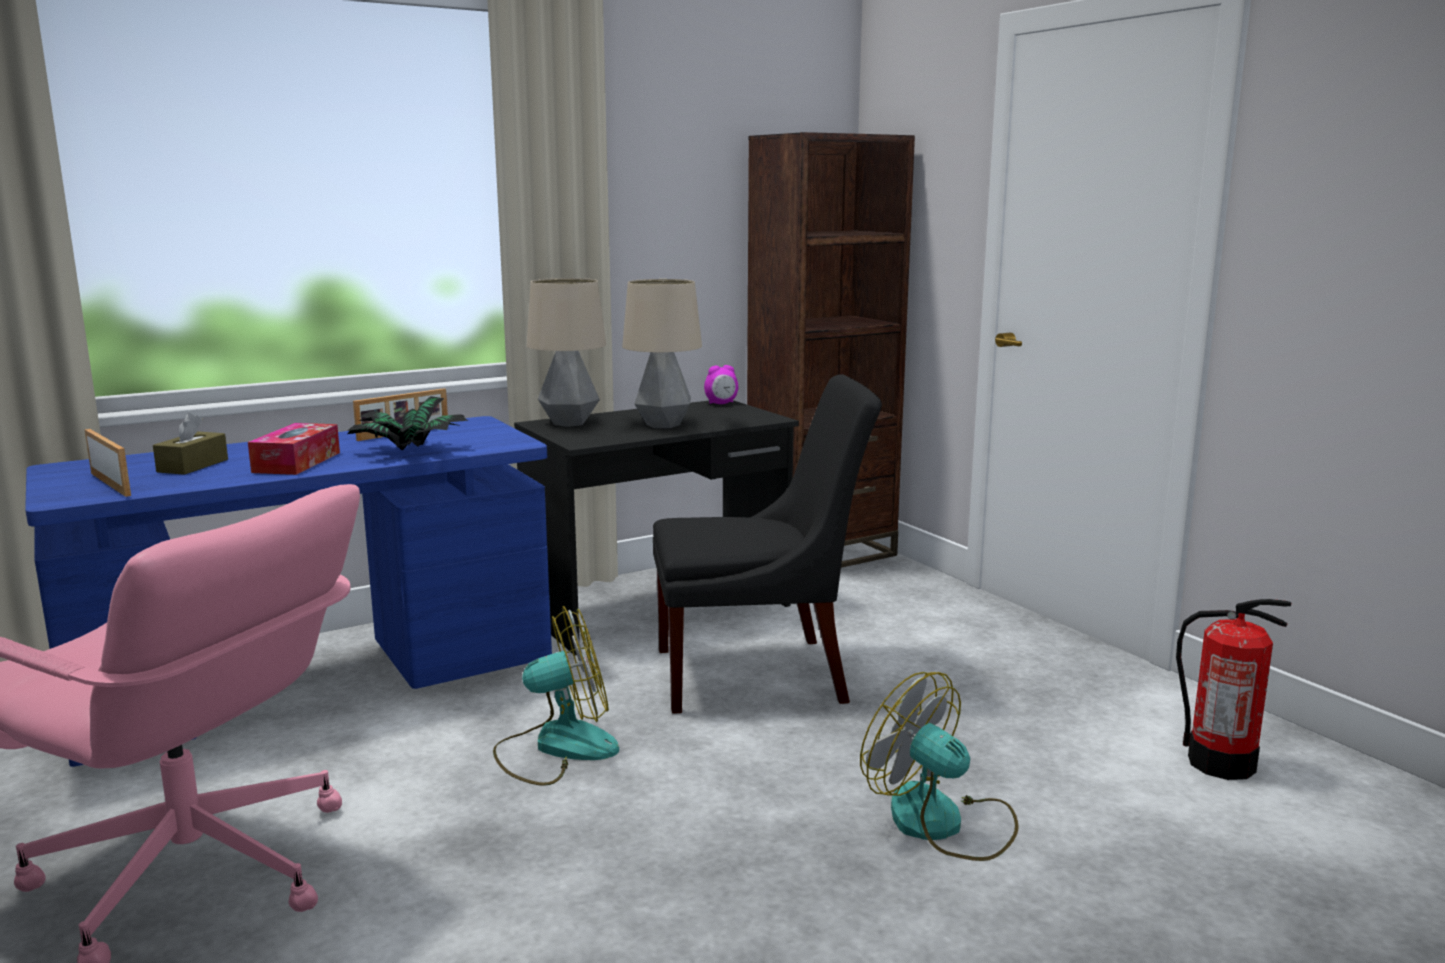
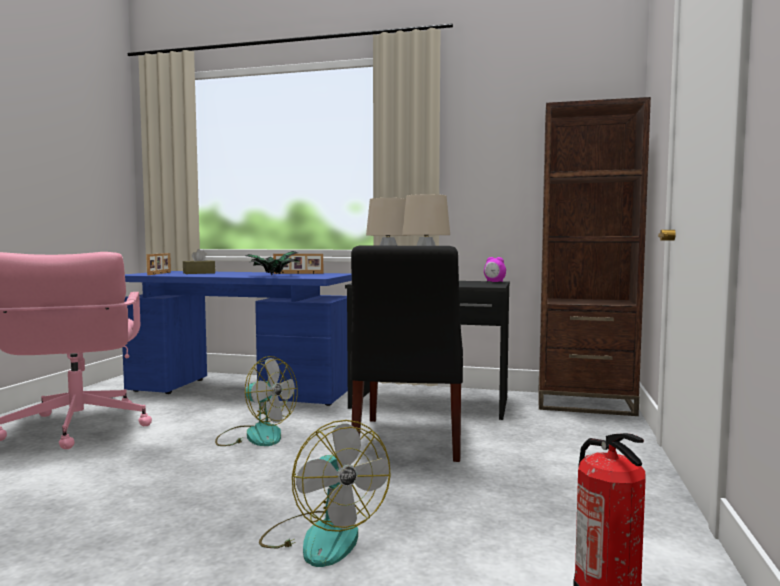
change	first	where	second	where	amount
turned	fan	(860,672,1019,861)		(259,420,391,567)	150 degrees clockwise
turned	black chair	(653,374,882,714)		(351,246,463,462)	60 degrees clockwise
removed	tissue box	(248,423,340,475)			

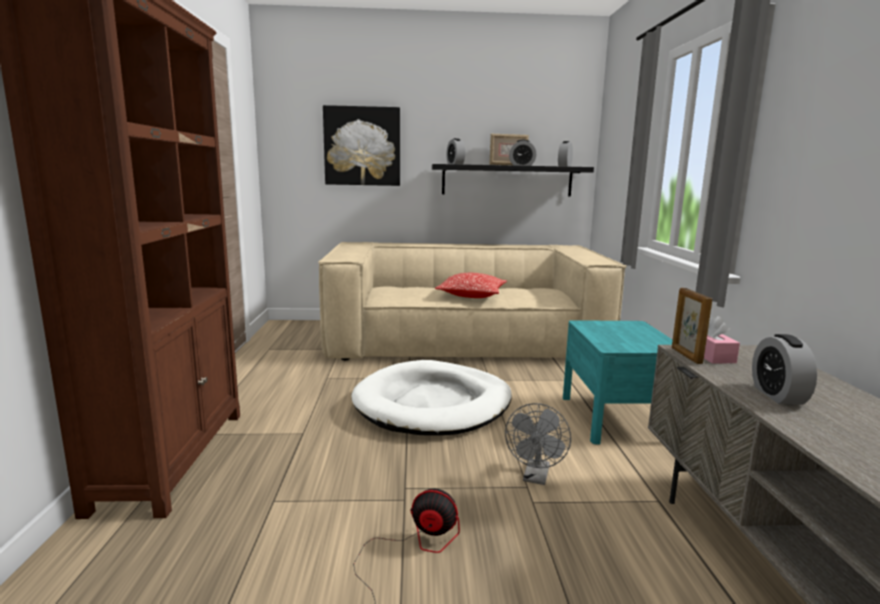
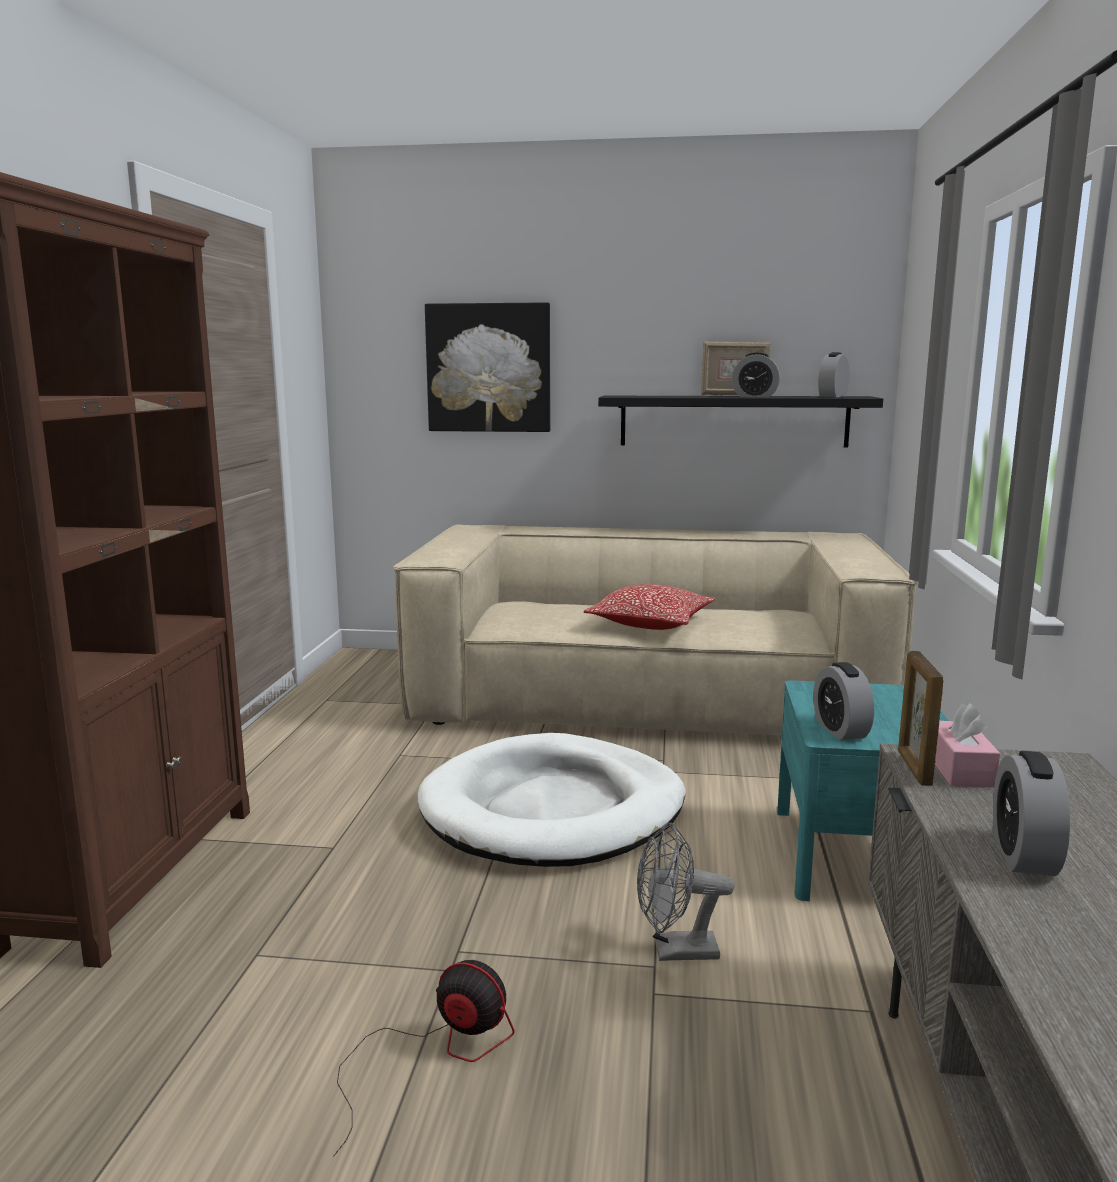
change	first	where	second	where	amount
turned	grey fan	(505,403,571,485)		(637,823,734,961)	60 degrees clockwise
moved	alarm clock	(446,138,465,164)		(813,662,874,740)	

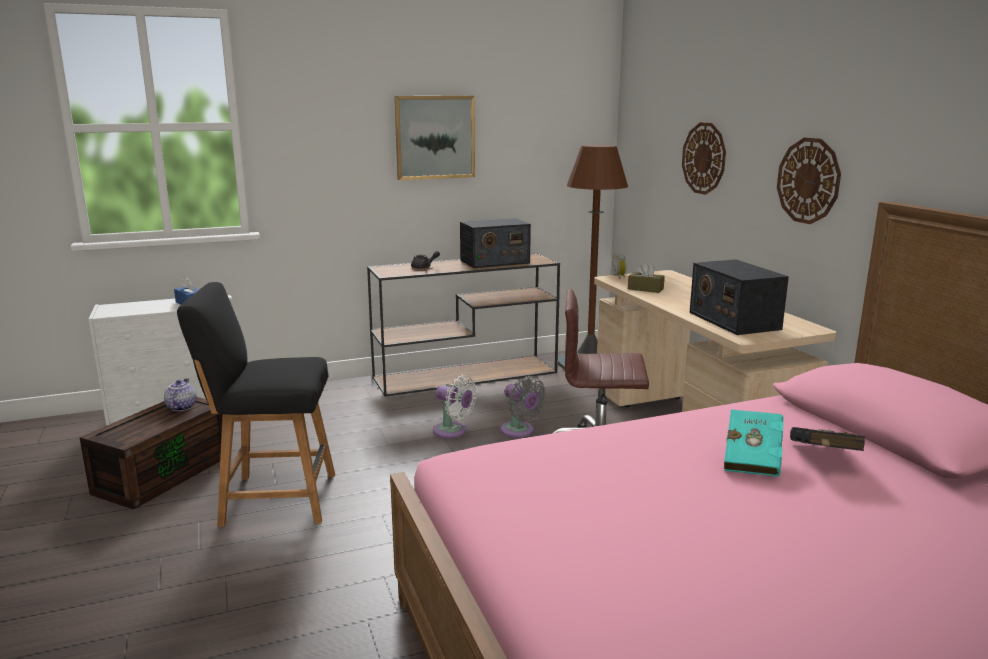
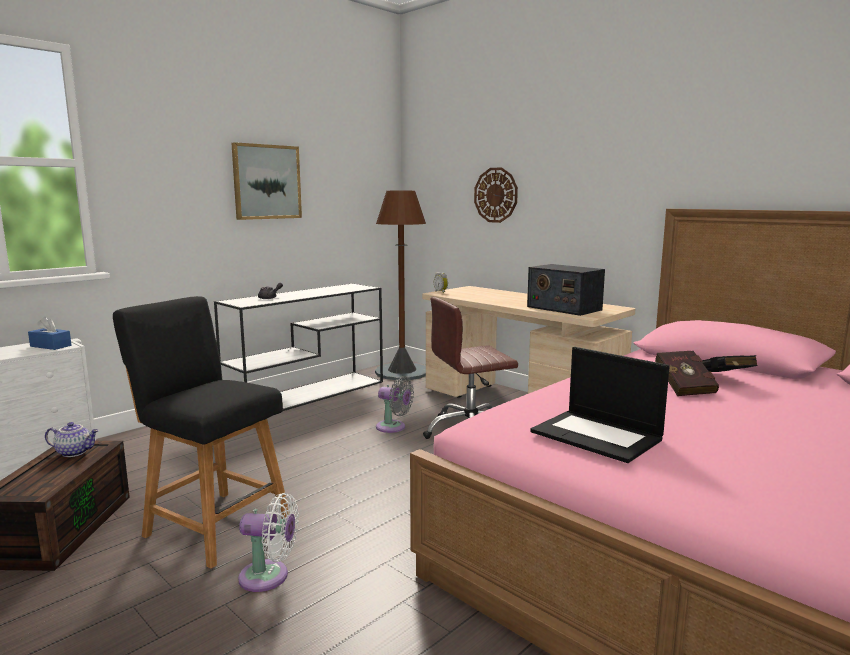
change	first	where	second	where	amount
turned	teapot	(164,379,197,411)		(45,422,99,457)	120 degrees clockwise
turned	black chair	(177,282,335,527)		(113,296,290,569)	60 degrees clockwise
recoloured	brown console table	(367,253,560,397)	white console table	(214,283,383,411)	
moved	white fan	(433,375,477,438)		(238,493,299,592)	
added			laptop	(530,347,670,463)	
recoloured	turquoise book	(724,409,784,477)	red book	(655,351,719,396)	
removed	radio	(460,218,531,268)			
removed	brown tissue box	(628,262,665,293)			
removed	wall clock	(777,138,841,224)			

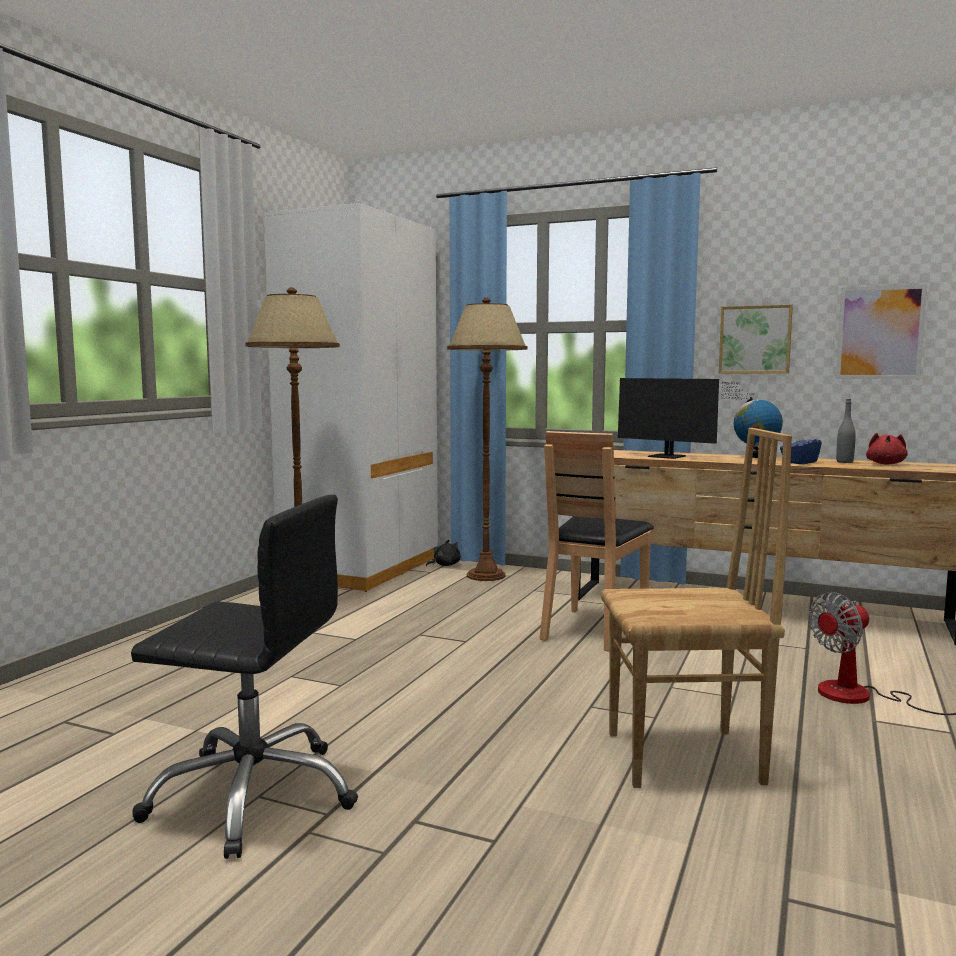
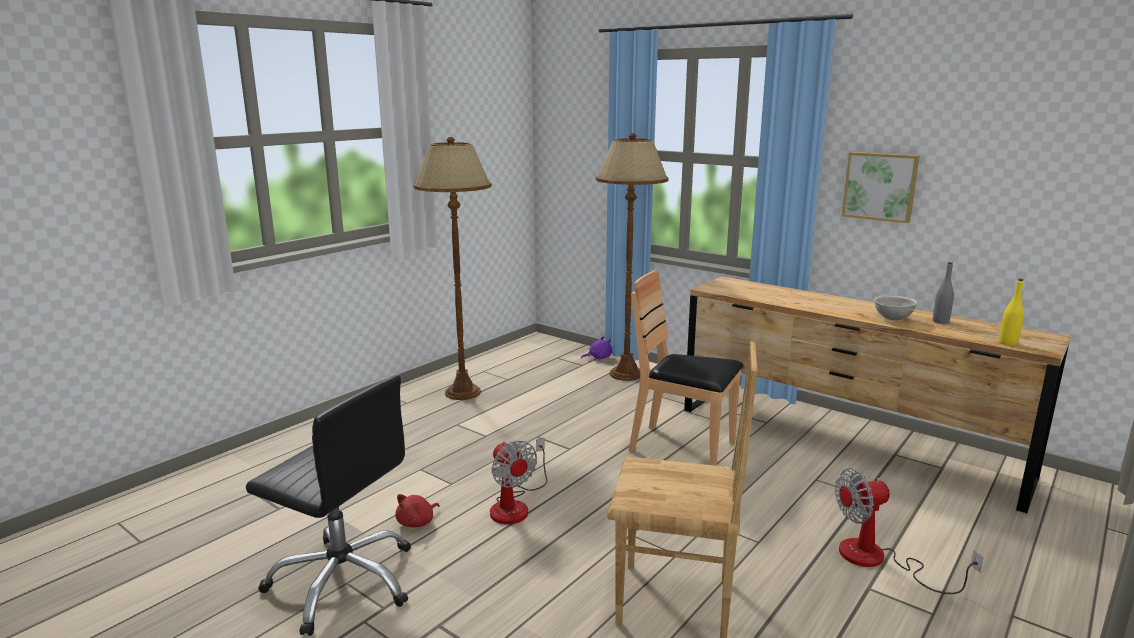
change	first	where	second	where	amount
moved	red plush toy	(866,433,908,465)		(395,494,439,527)	
added			fan	(490,438,547,524)	
recoloured	black plush toy	(426,540,460,566)	purple plush toy	(581,336,612,359)	
turned	brown chair	(539,431,654,651)		(629,270,743,466)	75 degrees clockwise
replaced	blue tissue box	(780,431,822,464)	grey bowl	(874,296,917,320)	
added			yellow bottle	(999,279,1024,346)	
removed	white wardrobe	(264,203,438,592)			
removed	monitor	(617,378,754,459)			
removed	globe	(734,397,783,458)			
removed	picture	(836,284,927,379)			

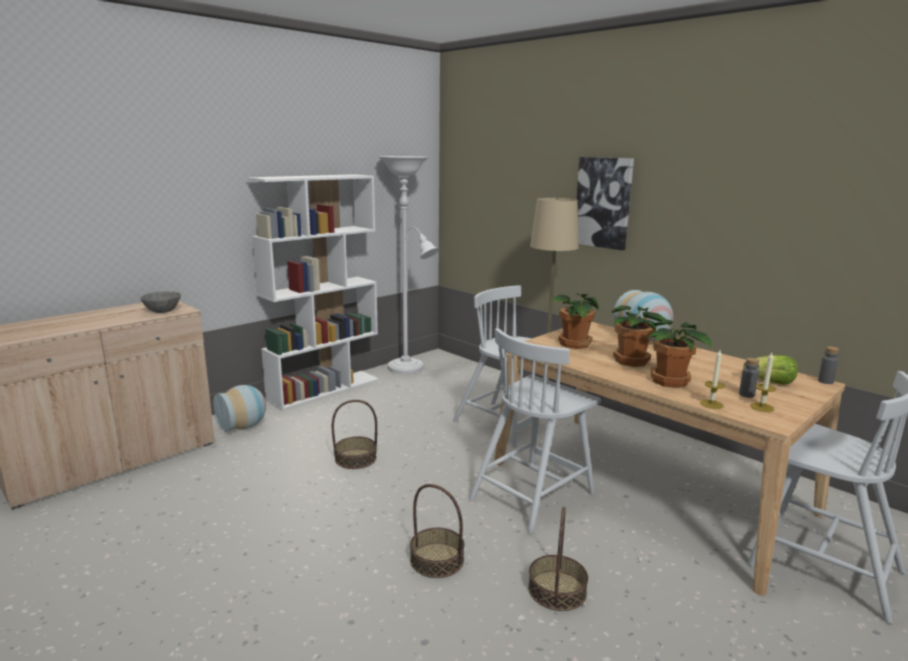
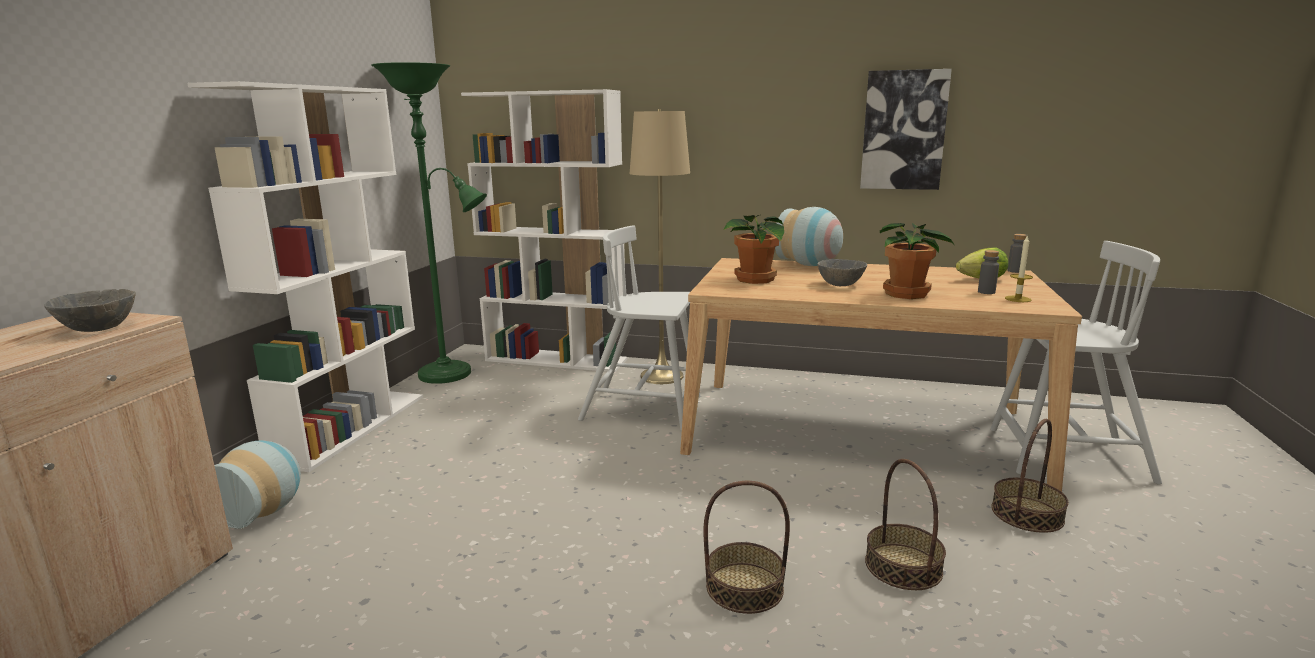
change	first	where	second	where	amount
recoloured	white floor lamp	(378,156,439,374)	green floor lamp	(372,62,487,384)	
added			white bookcase	(461,89,627,372)	
replaced	potted plant	(612,306,670,367)	grey bowl	(817,259,867,286)	
moved	picture	(576,157,634,250)		(860,69,952,190)	
moved	basket	(332,400,377,469)		(992,419,1069,533)	
removed	white chair	(469,328,601,534)			
removed	candle	(700,350,725,409)			

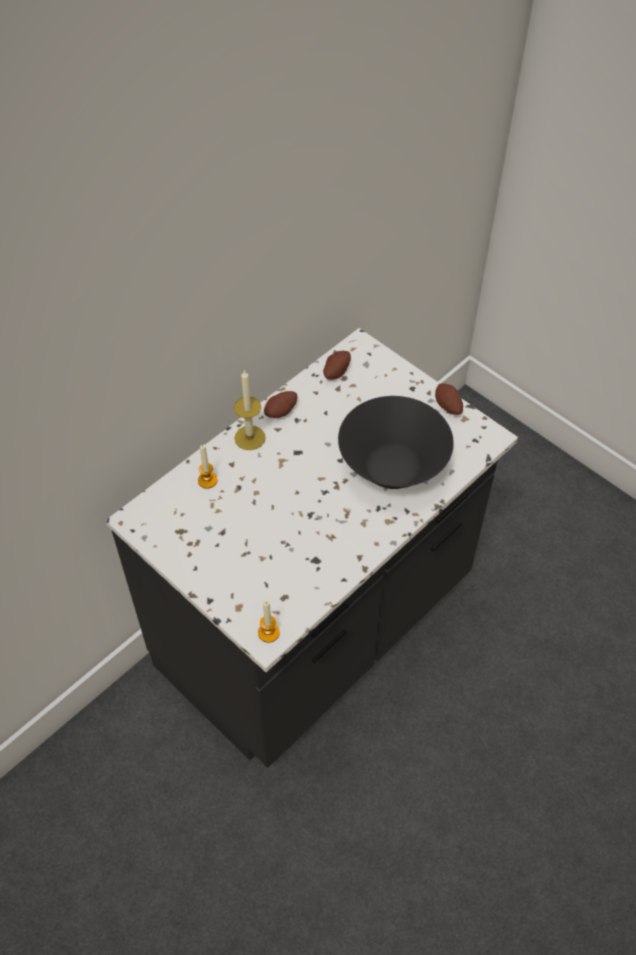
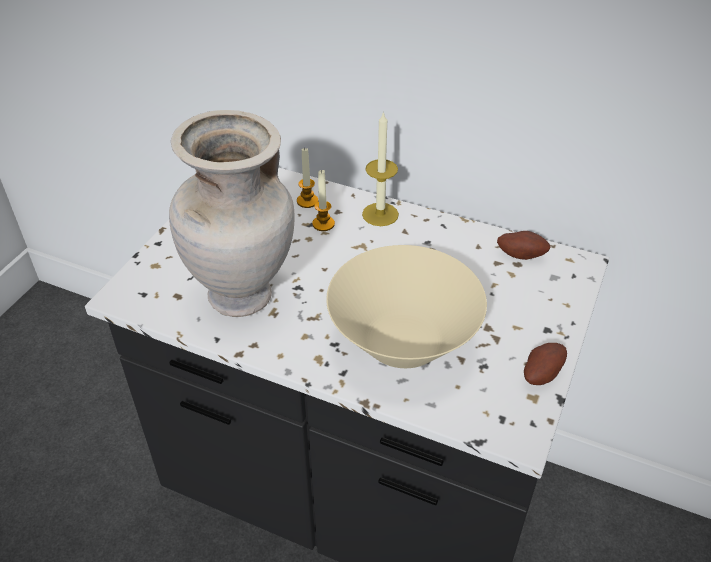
change	first	where	second	where	amount
added			beige vase	(169,110,295,317)	
moved	candle	(258,600,280,643)		(312,169,335,231)	
recoloured	black bowl	(338,396,454,489)	beige bowl	(326,245,487,368)	
removed	potato	(264,391,297,418)			

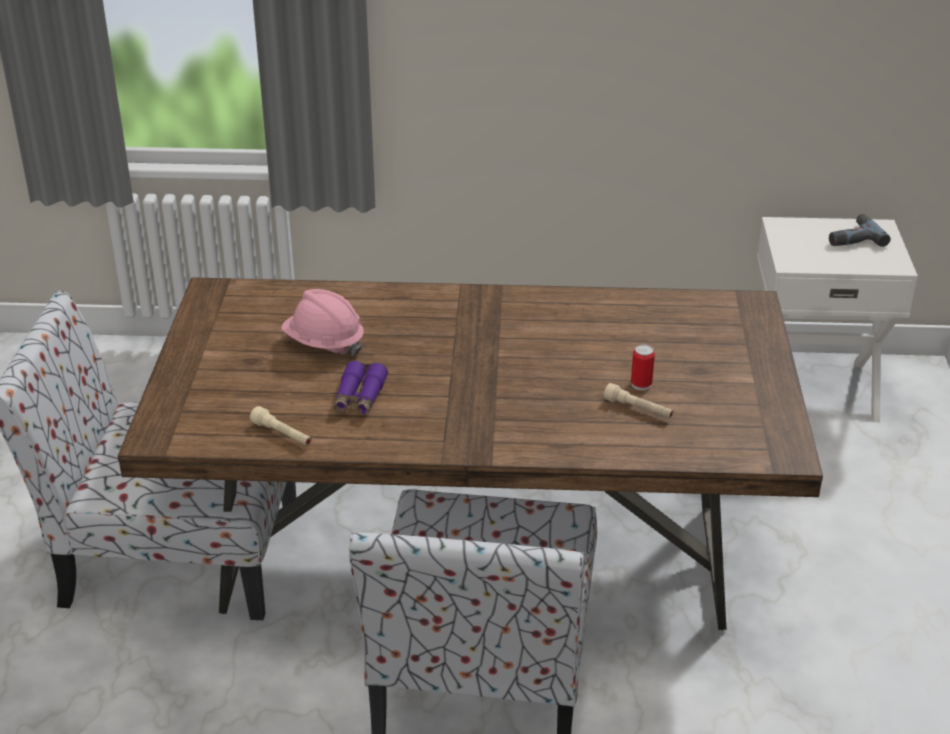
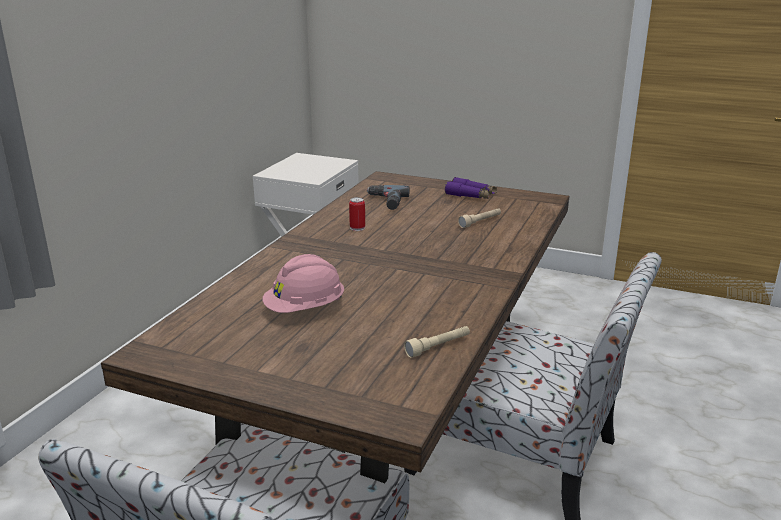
change	first	where	second	where	amount
moved	can	(631,345,655,390)		(349,197,365,231)	
moved	power drill	(829,214,891,247)		(367,185,410,210)	
moved	purple binoculars	(333,360,388,415)		(445,177,497,199)	

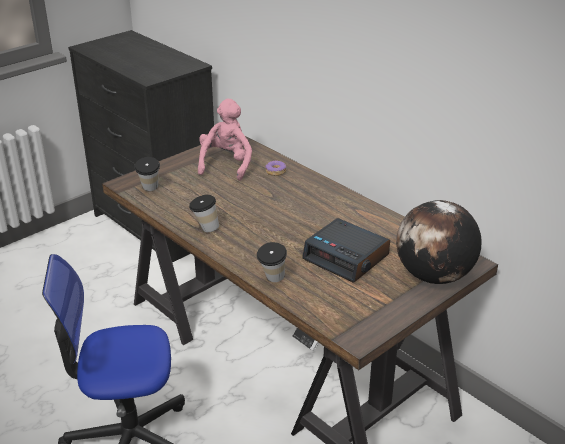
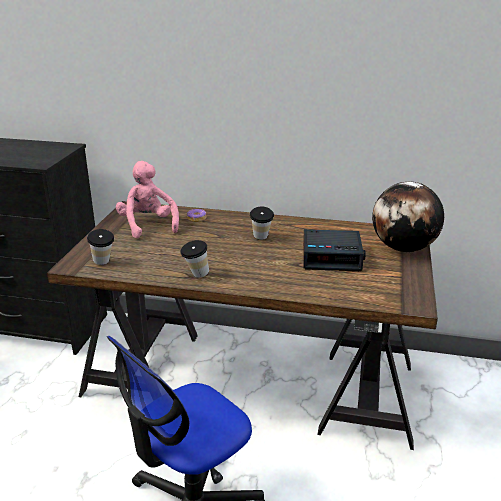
change	first	where	second	where	amount
moved	cup	(257,242,287,282)		(250,207,274,240)	

